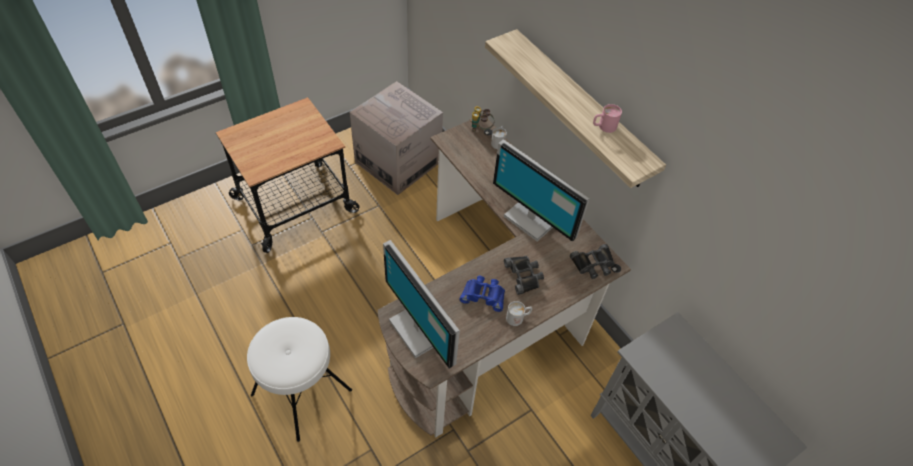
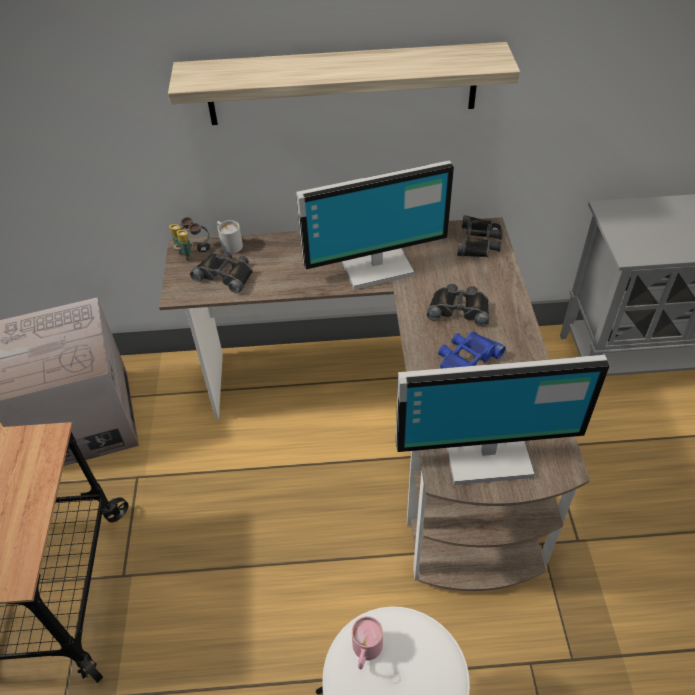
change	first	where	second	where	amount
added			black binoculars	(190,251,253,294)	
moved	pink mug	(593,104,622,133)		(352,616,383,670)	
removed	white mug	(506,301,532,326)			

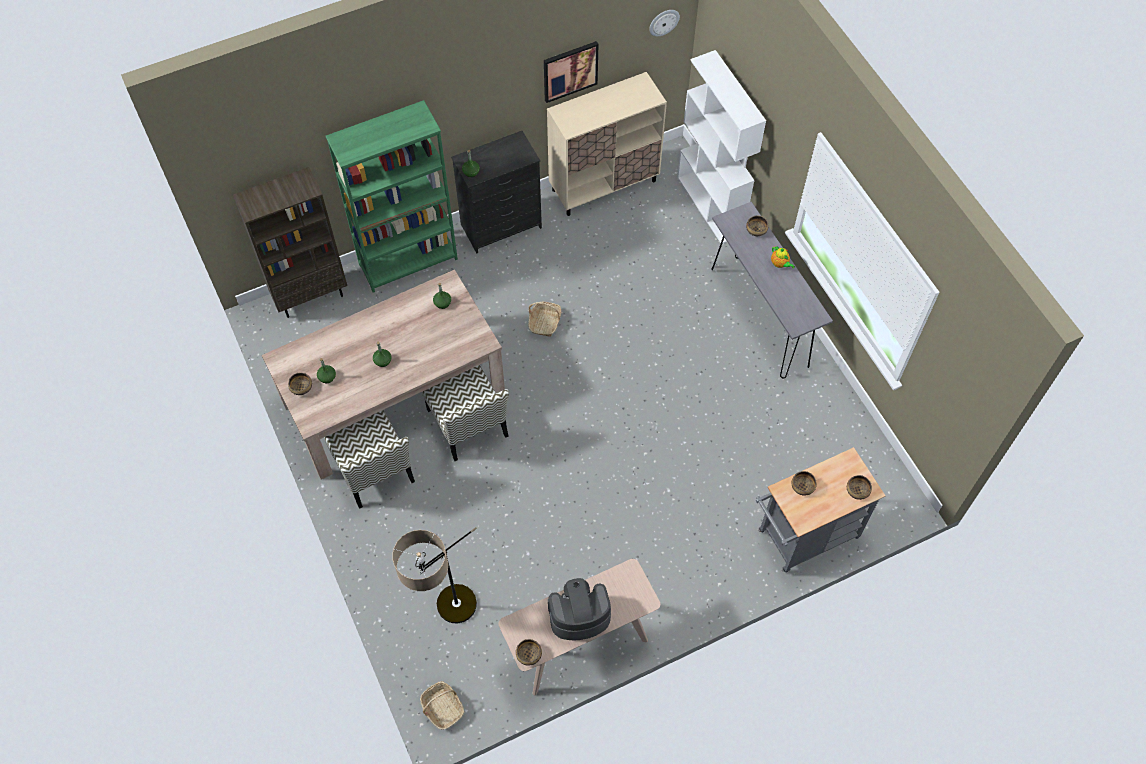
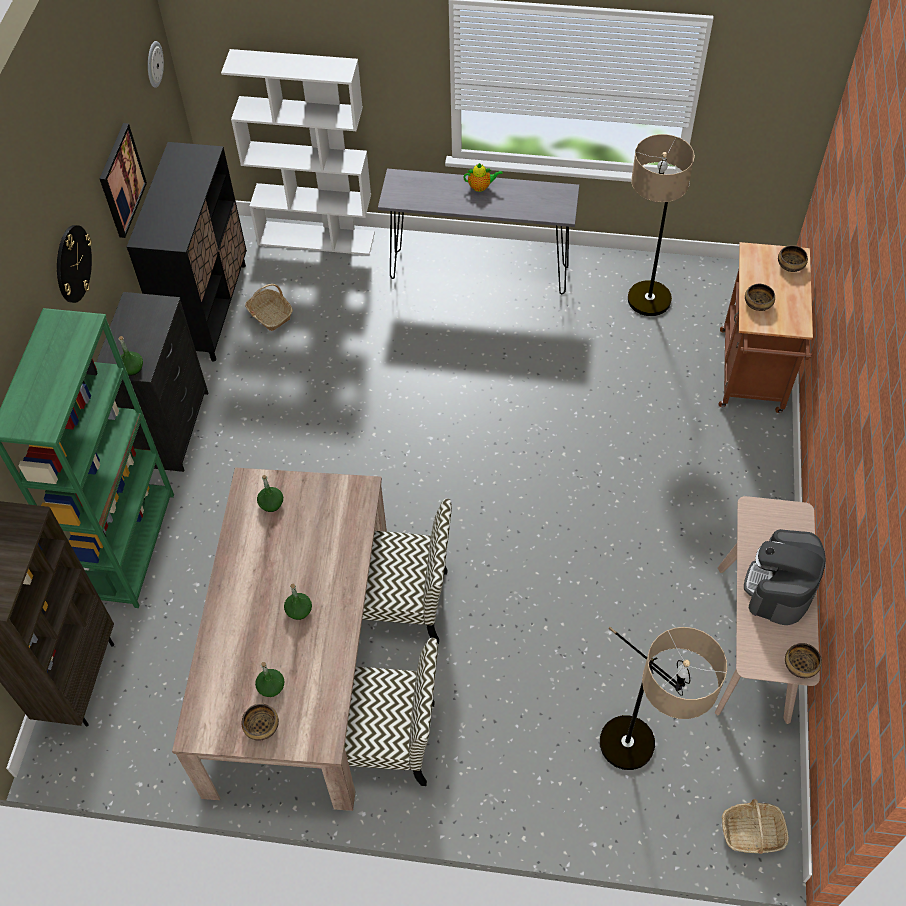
change	first	where	second	where	amount
added			wall clock	(57,225,92,303)	
recoloured	beige cabinet	(547,72,667,216)	black cabinet	(127,142,247,361)	
moved	basket	(528,302,561,337)		(245,284,293,331)	
added			floor lamp	(628,134,695,316)	
recoloured	grey cart	(756,447,886,573)	brown cart	(719,242,813,413)	
removed	bowl	(746,216,768,236)			

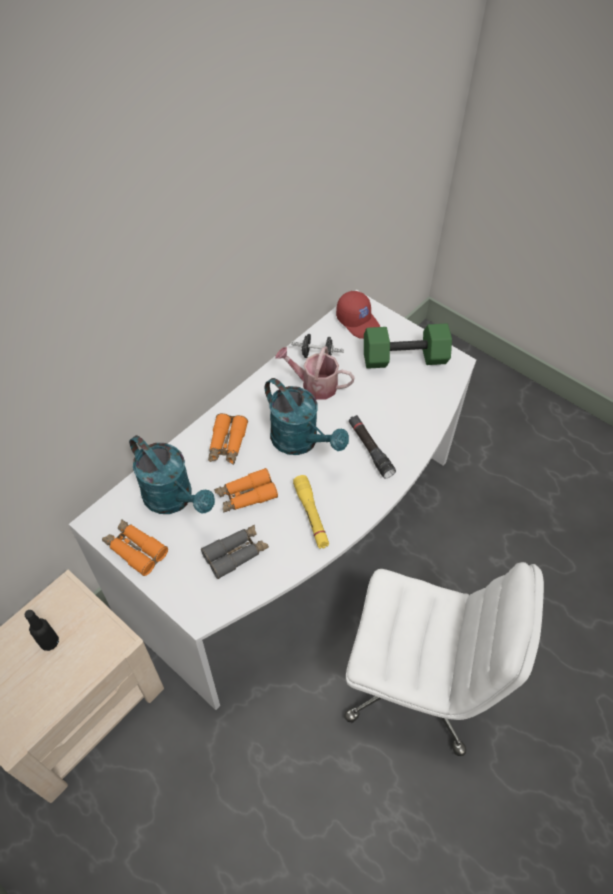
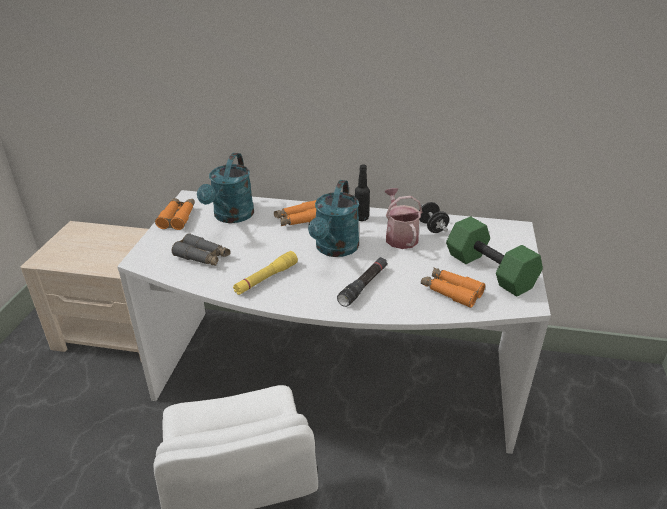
change	first	where	second	where	amount
moved	black bottle	(24,610,59,651)		(355,164,370,221)	
moved	orange binoculars	(214,468,278,513)		(421,267,485,308)	
removed	red cap	(336,291,380,339)			

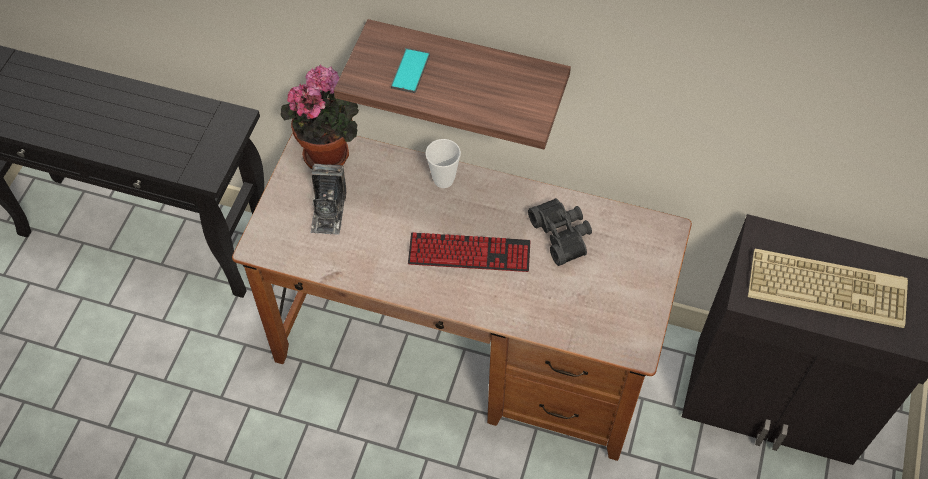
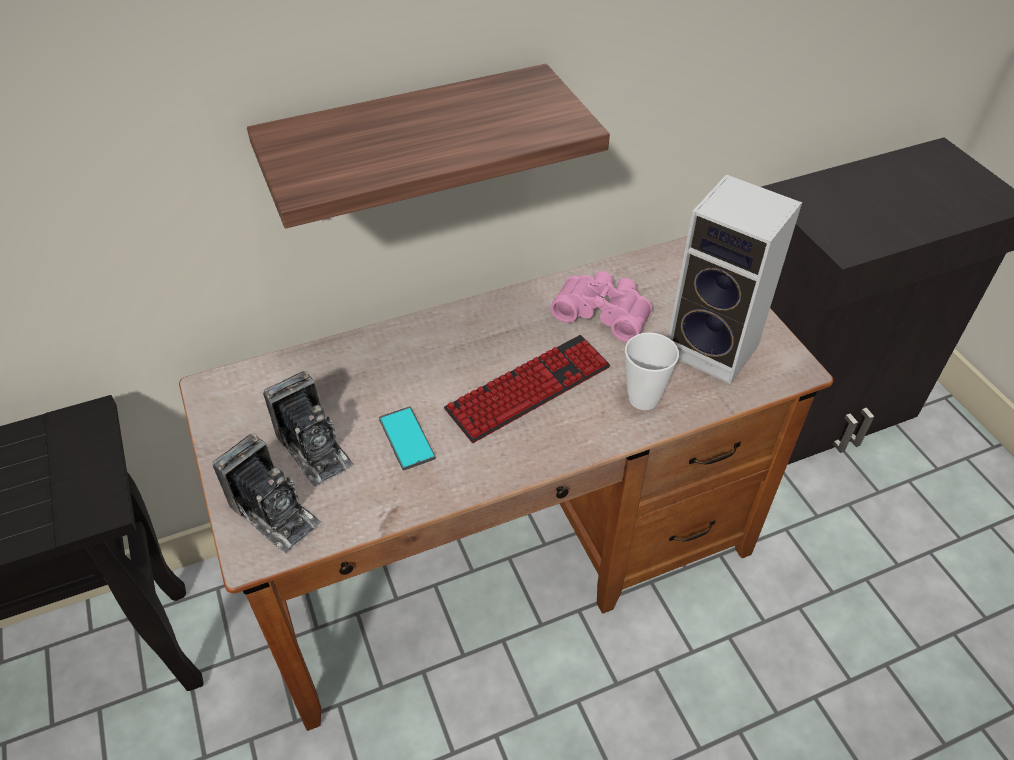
change	first	where	second	where	amount
added			photo camera	(213,434,322,554)	
moved	phone	(391,48,430,93)		(379,407,436,470)	
recoloured	black binoculars	(528,198,592,266)	pink binoculars	(550,271,652,342)	
moved	cup	(426,139,461,188)		(625,332,679,410)	
added			speaker	(668,174,802,384)	
removed	potted plant	(280,64,359,169)			
removed	keyboard	(748,249,908,328)			

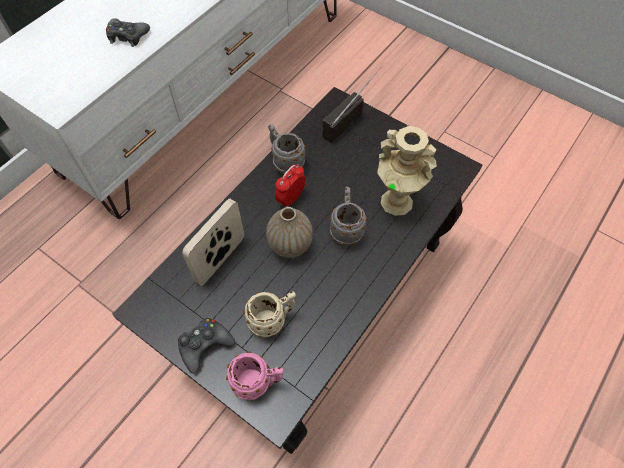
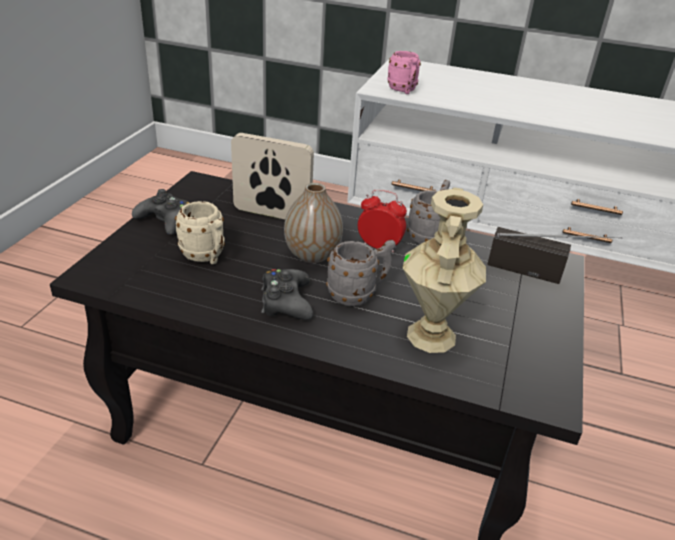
change	first	where	second	where	amount
moved	black game controller	(106,18,150,47)		(261,269,313,320)	
moved	pink mug	(226,352,284,401)		(387,51,421,94)	

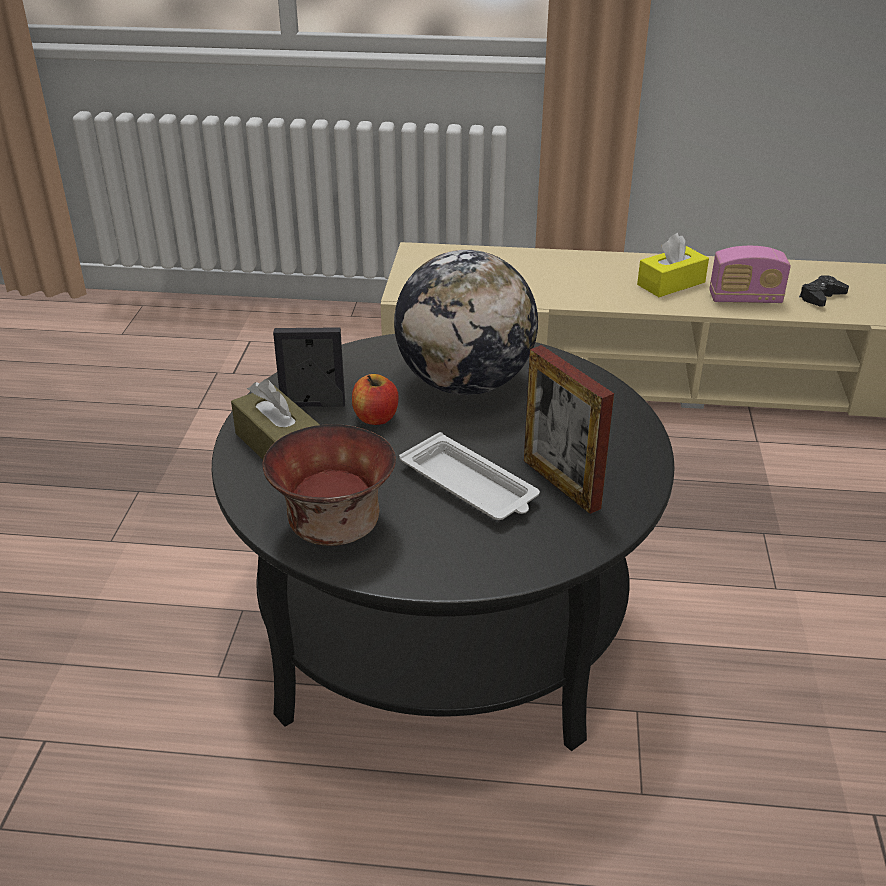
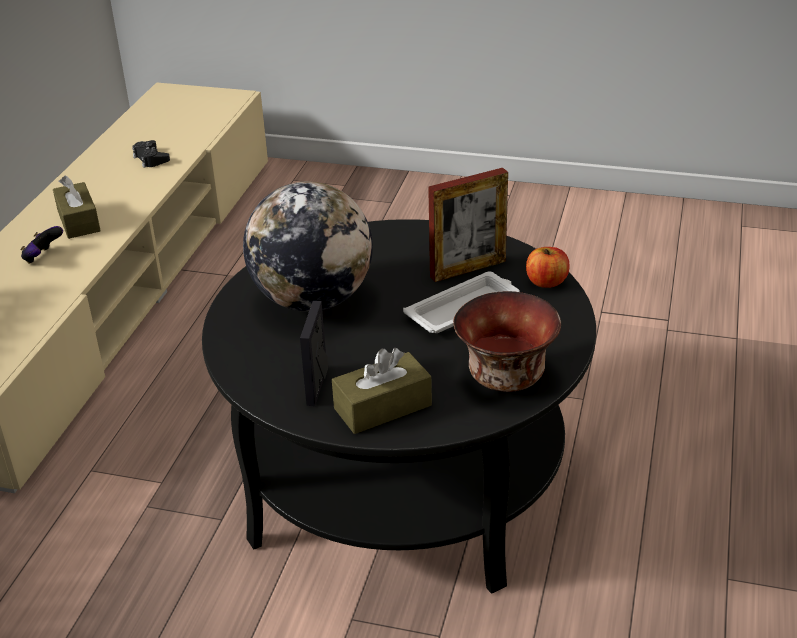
change	first	where	second	where	amount
added			game controller	(20,226,63,264)	
recoloured	yellow tissue box	(637,233,709,297)	brown tissue box	(53,175,101,239)	
moved	apple	(352,374,399,425)		(526,247,570,288)	
removed	radio	(710,246,791,303)			

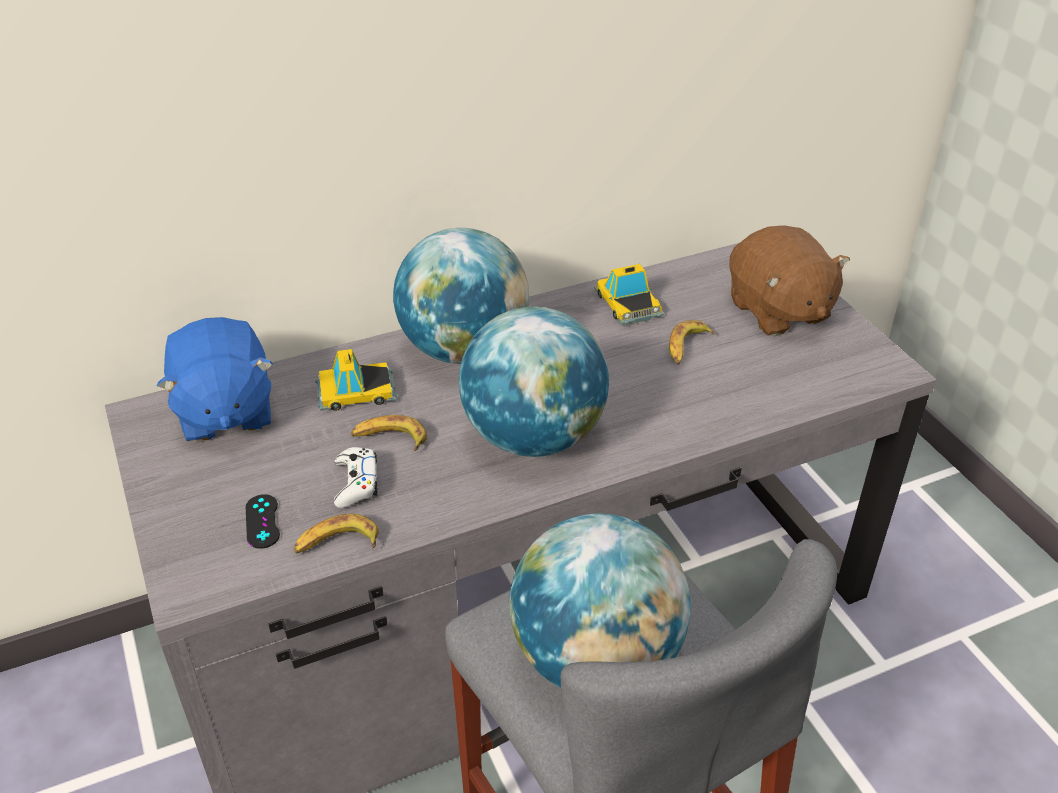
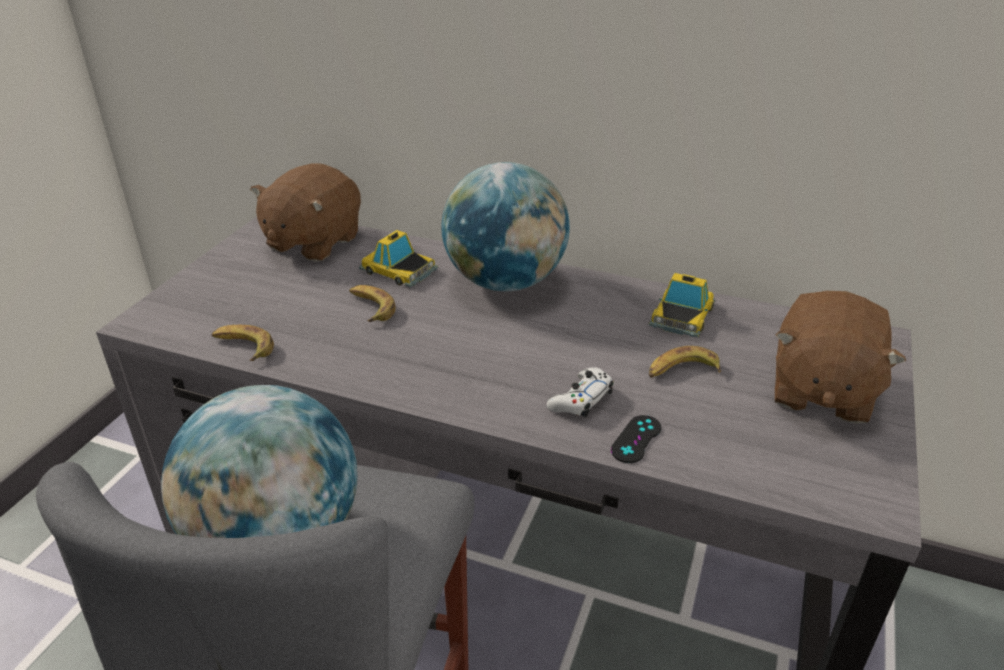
change	first	where	second	where	amount
recoloured	blue plush toy	(157,317,273,442)	brown plush toy	(250,164,361,262)	
moved	white game controller	(333,447,378,508)		(547,367,613,417)	
moved	black game controller	(245,494,280,549)		(611,415,661,463)	
removed	globe	(459,306,609,457)			

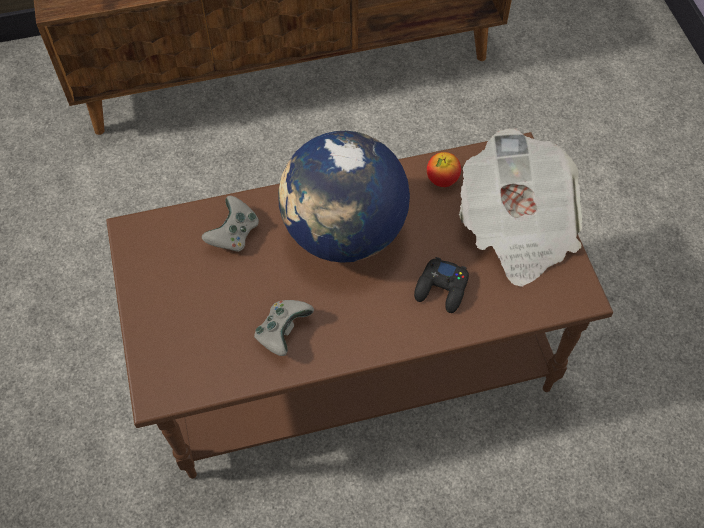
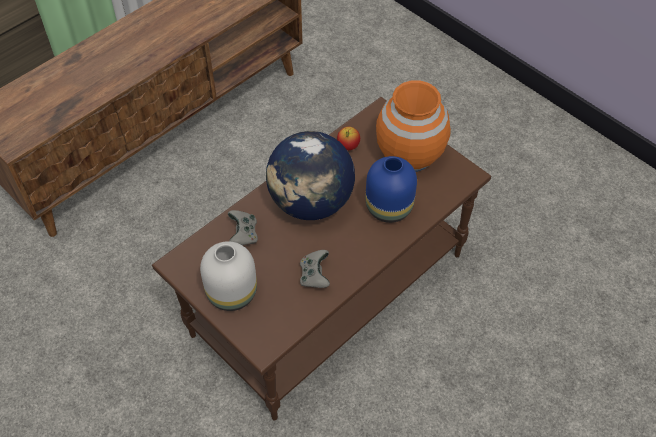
change	first	where	second	where	amount
added			white vase	(200,241,257,311)	
replaced	black game controller	(414,257,469,313)	blue vase	(366,156,417,223)	
replaced	newspaper	(459,128,582,287)	orange vase	(376,80,451,172)	

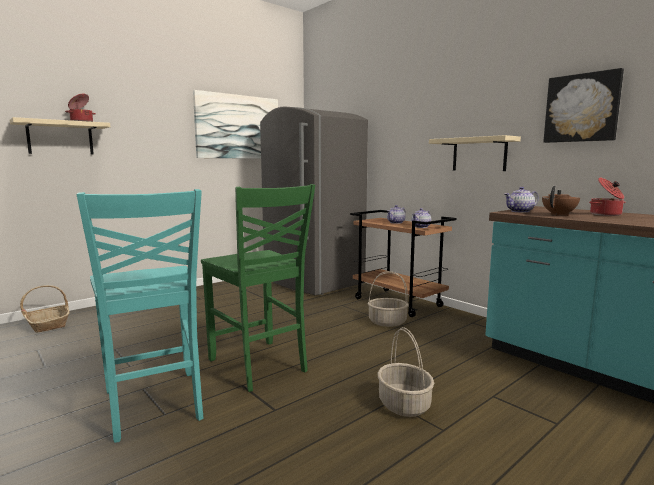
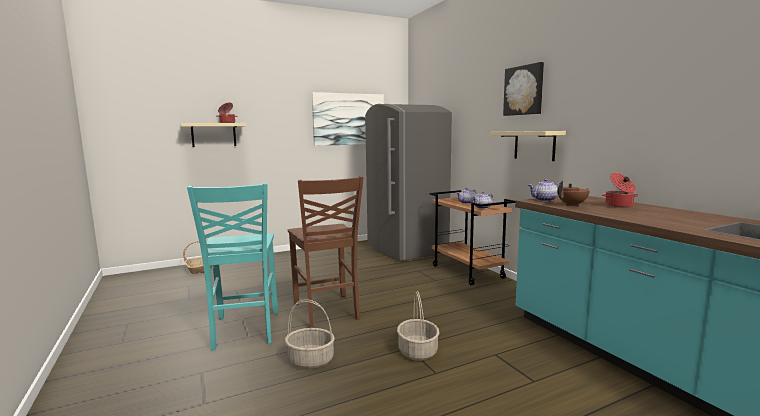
change	first	where	second	where	amount
moved	basket	(368,271,409,327)		(285,299,335,369)	
recoloured	green chair	(201,184,315,392)	brown chair	(288,176,364,328)	
moved	picture	(543,68,624,143)		(503,62,544,116)	

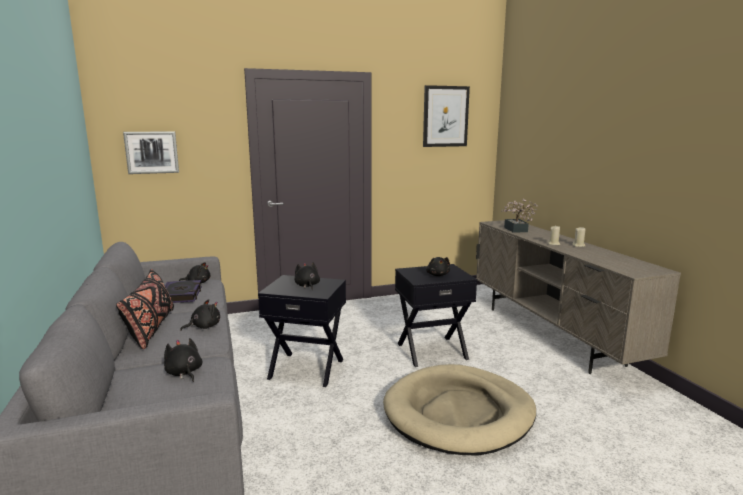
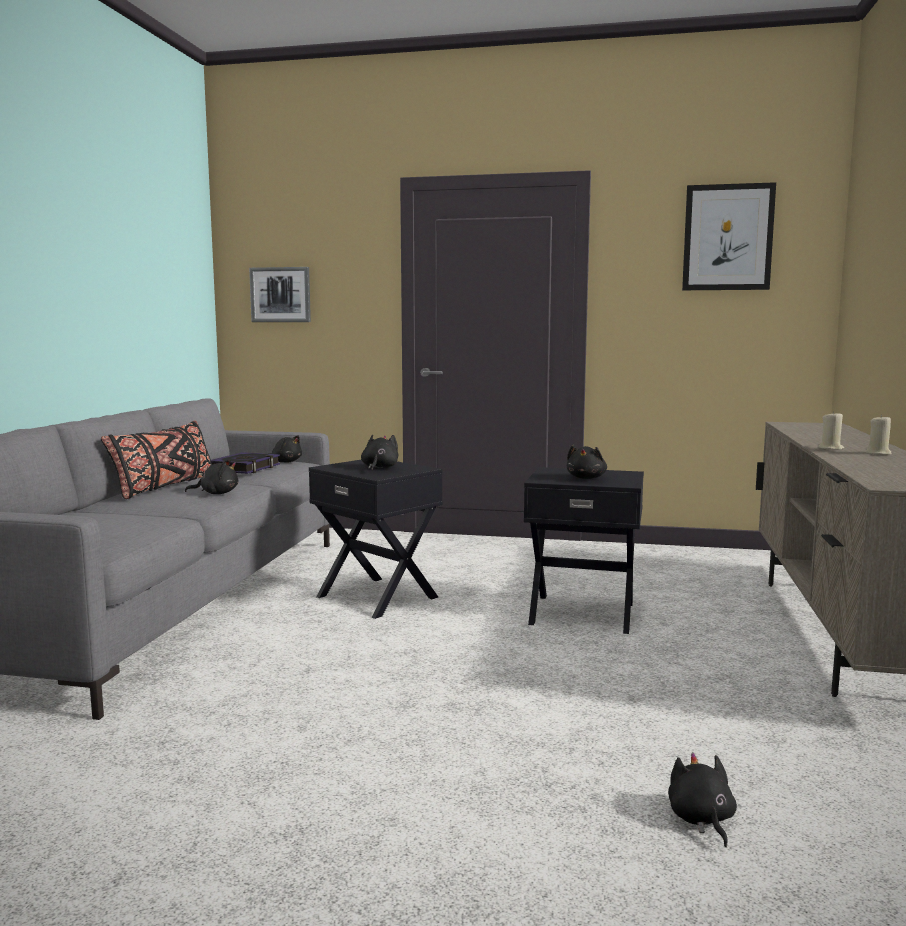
change	first	where	second	where	amount
moved	black plush toy	(164,338,203,382)		(668,753,737,847)	
removed	beige dog bed	(383,364,536,455)			
removed	potted plant	(501,199,537,233)			

